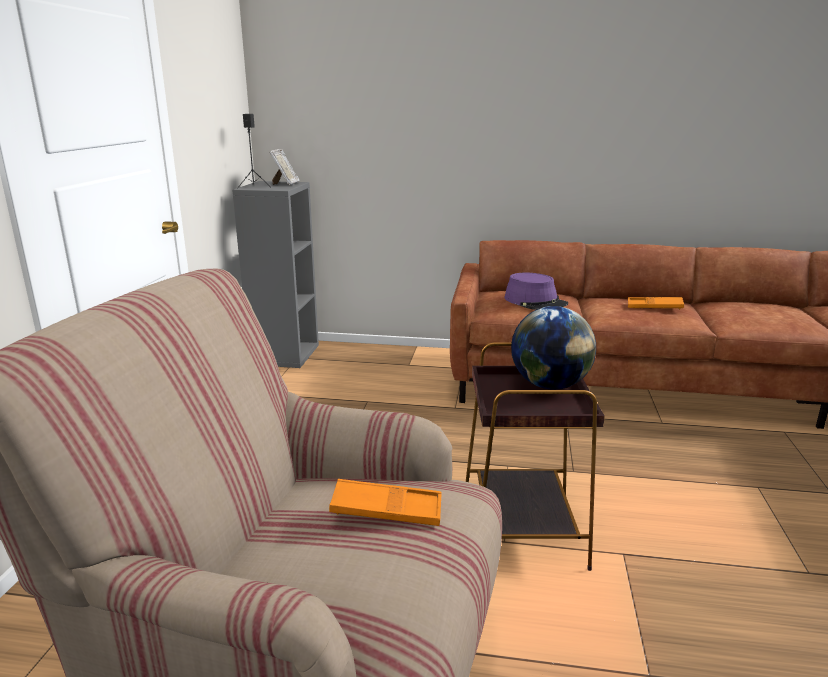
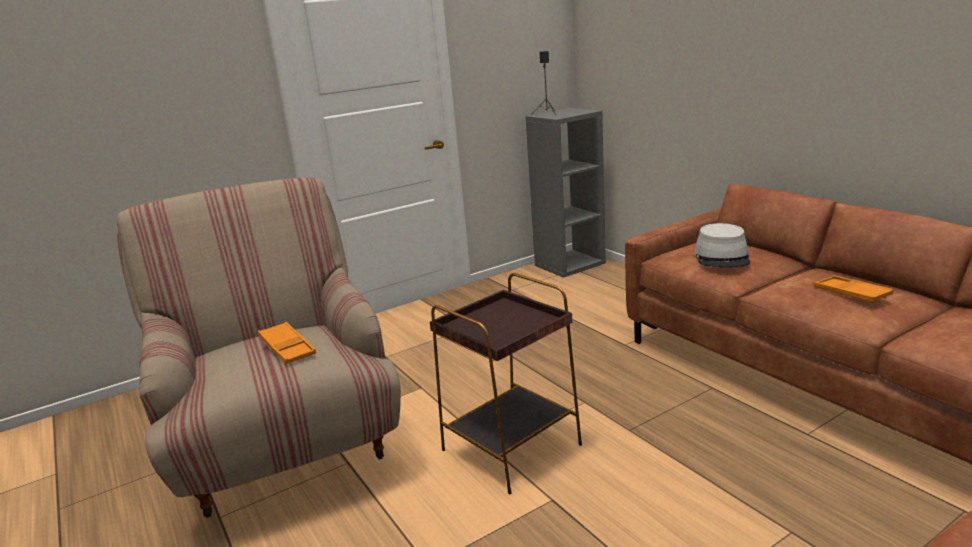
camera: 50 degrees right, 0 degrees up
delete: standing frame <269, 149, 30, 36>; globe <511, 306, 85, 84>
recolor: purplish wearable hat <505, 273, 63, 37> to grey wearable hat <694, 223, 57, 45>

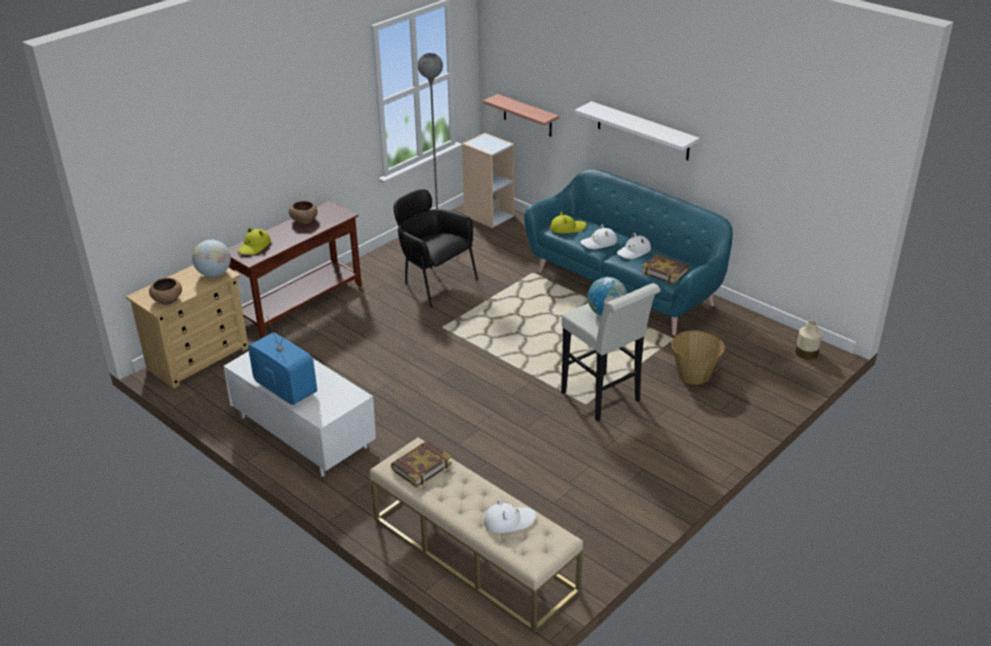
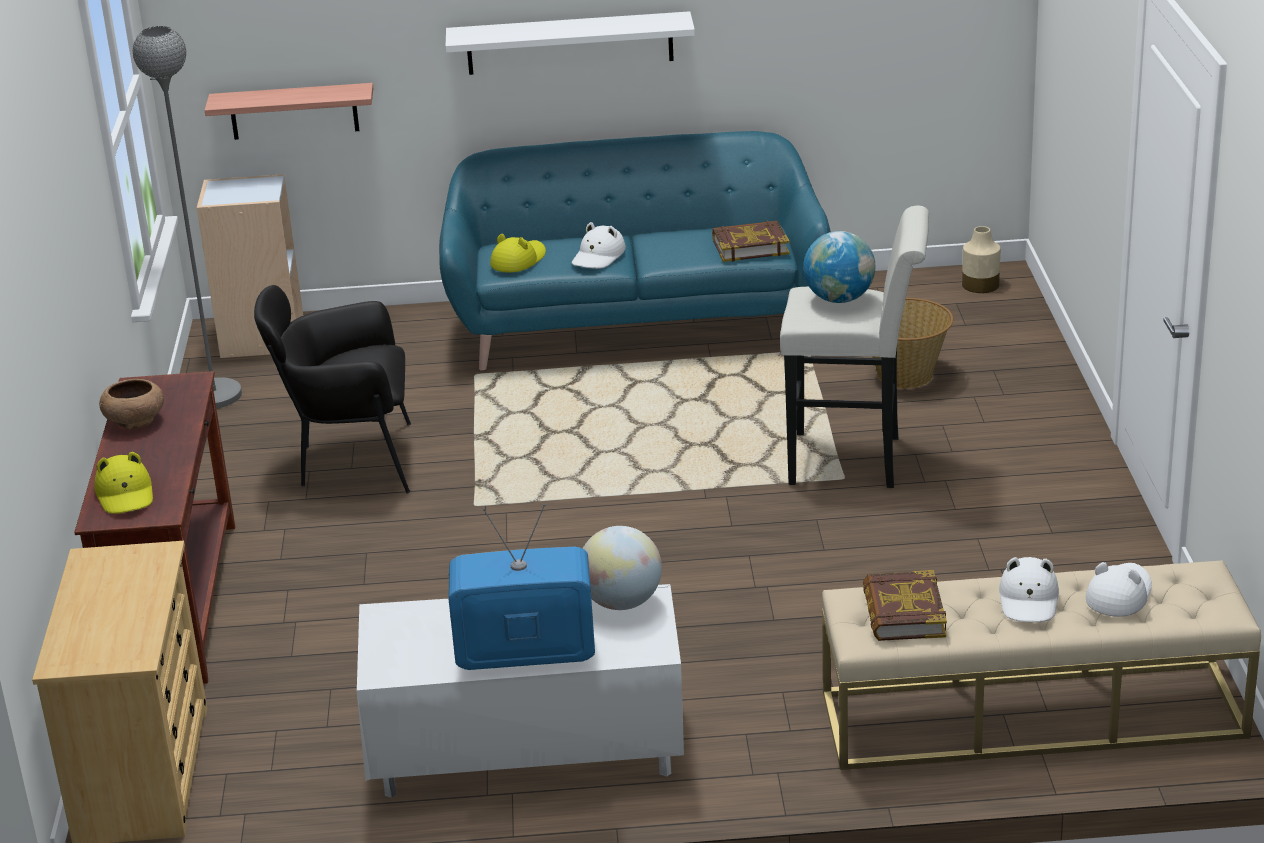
camera: 45 degrees left, 5 degrees down
delete: brown deep dish <149, 278, 33, 27>
move: globe <192, 240, 39, 37> to <583, 526, 79, 84>; white-coloured wearable hat <617, 233, 34, 26> to <999, 557, 60, 65>

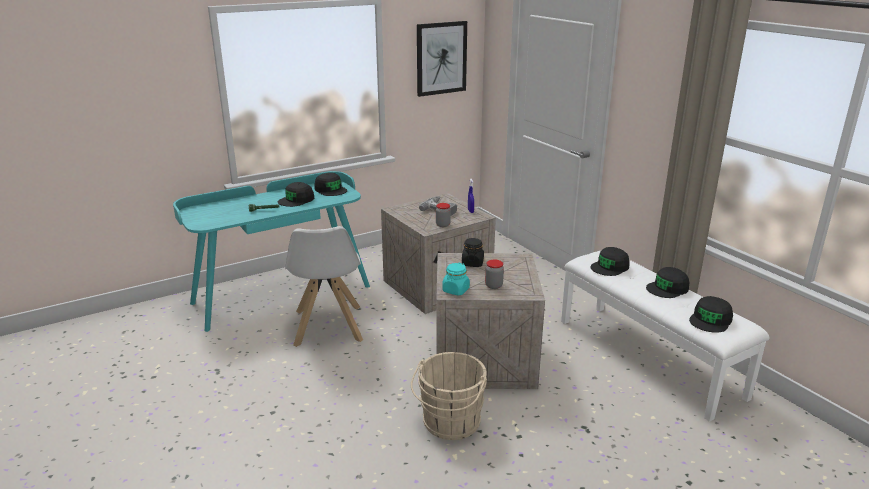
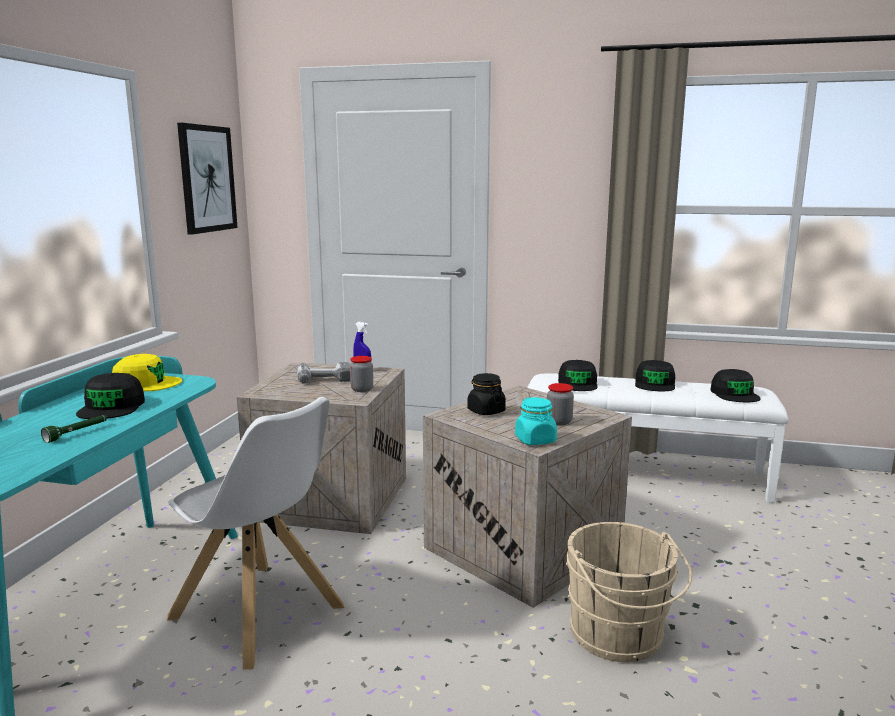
camera: 45 degrees left, 10 degrees down
recolor: black baseball cap <314, 173, 33, 23> to yellow-coloured baseball cap <112, 354, 70, 37>

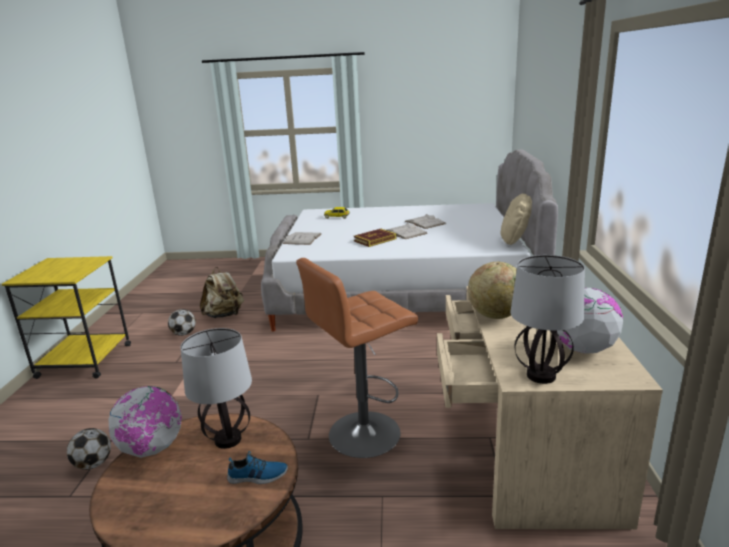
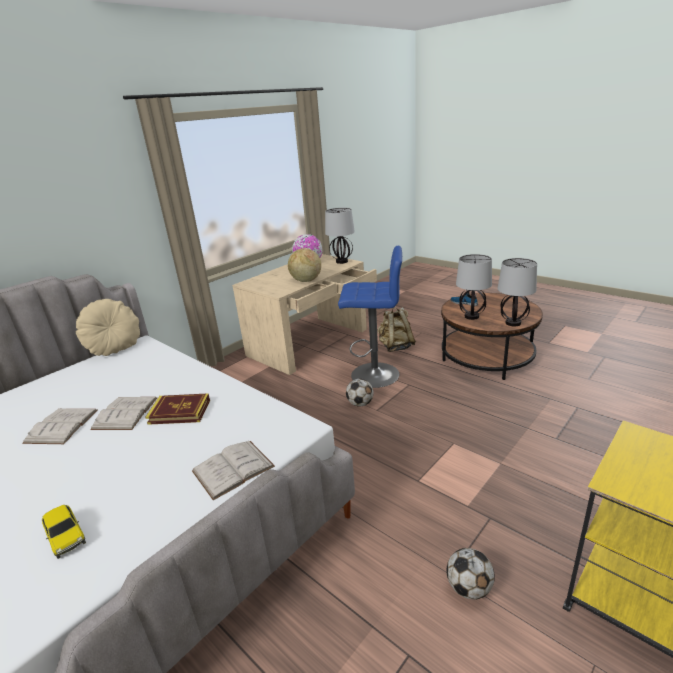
camera: 140 degrees left, 5 degrees up
move: football ball <67, 428, 44, 42> to <346, 378, 28, 29>; beige rucksack <200, 267, 44, 51> to <378, 307, 38, 45>
replace: globe <109, 386, 73, 72> to table lamp <497, 258, 40, 68>
recolor: brown stool <296, 258, 122, 200> to blue-coloured stool <338, 246, 64, 142>

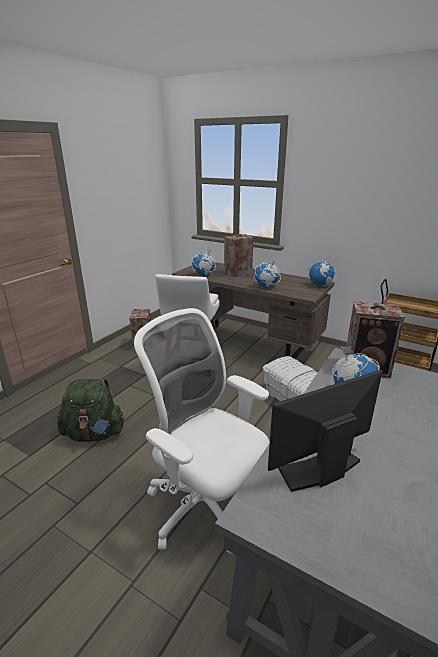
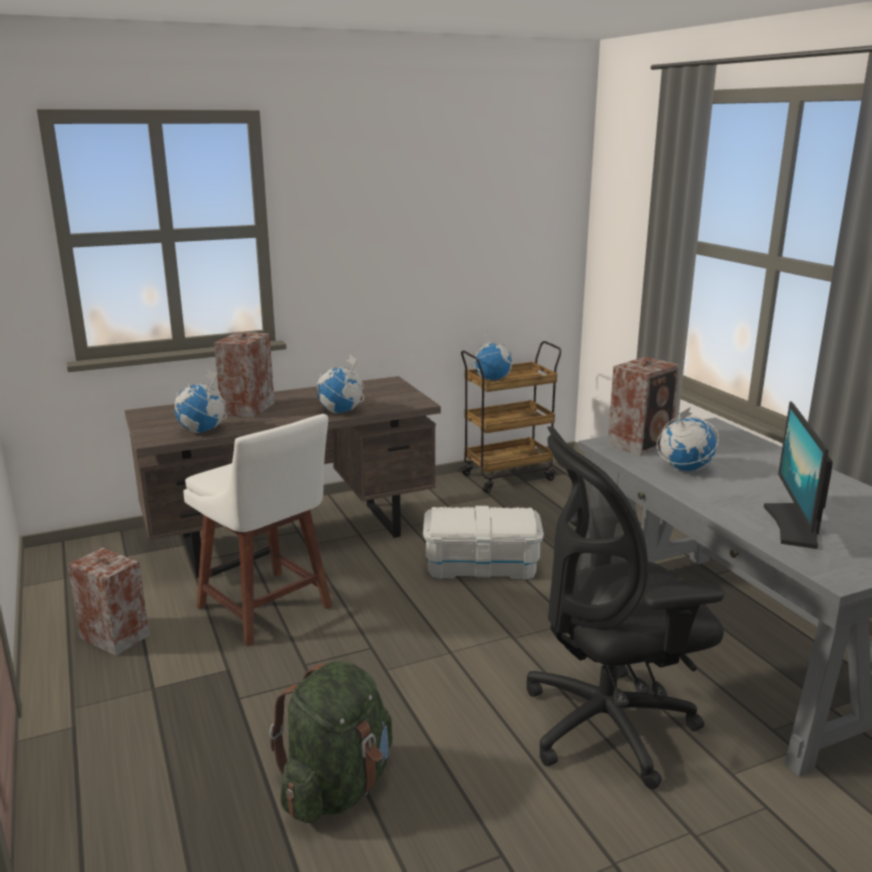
camera: 55 degrees left, 5 degrees down
move: globe <308, 253, 28, 33> to <471, 332, 41, 48>
recolor: white-coloured desk chair <134, 308, 136, 247> to black desk chair <527, 426, 197, 363>

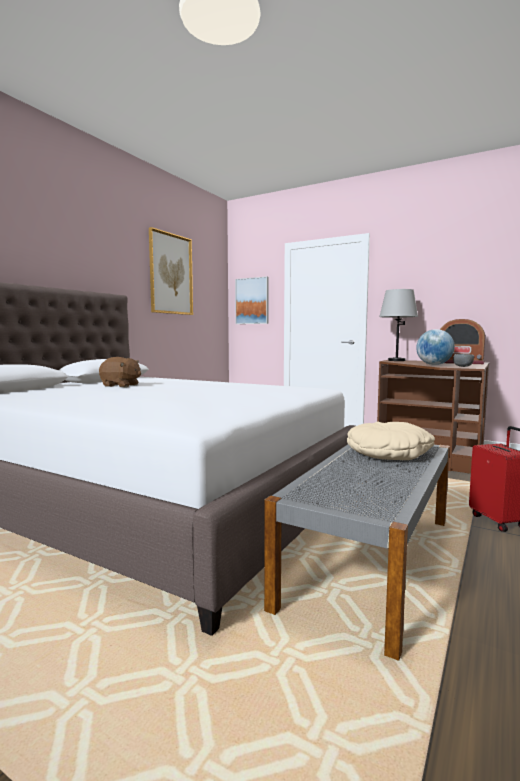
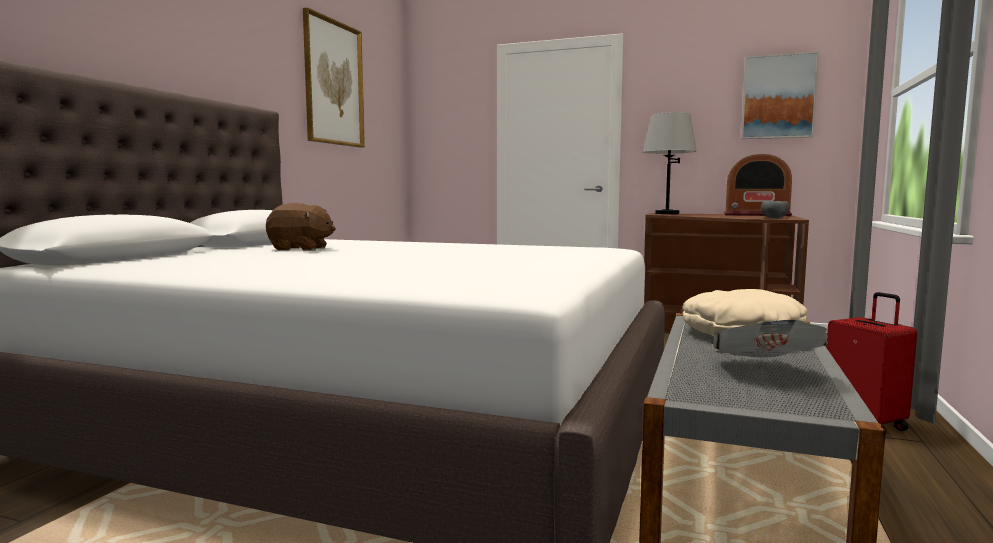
camera: 10 degrees left, 0 degrees up
delete: globe <416, 329, 39, 36>
insert: printed paper <713, 320, 115, 37>
move: wall picture <235, 277, 34, 47> to <741, 51, 78, 88>

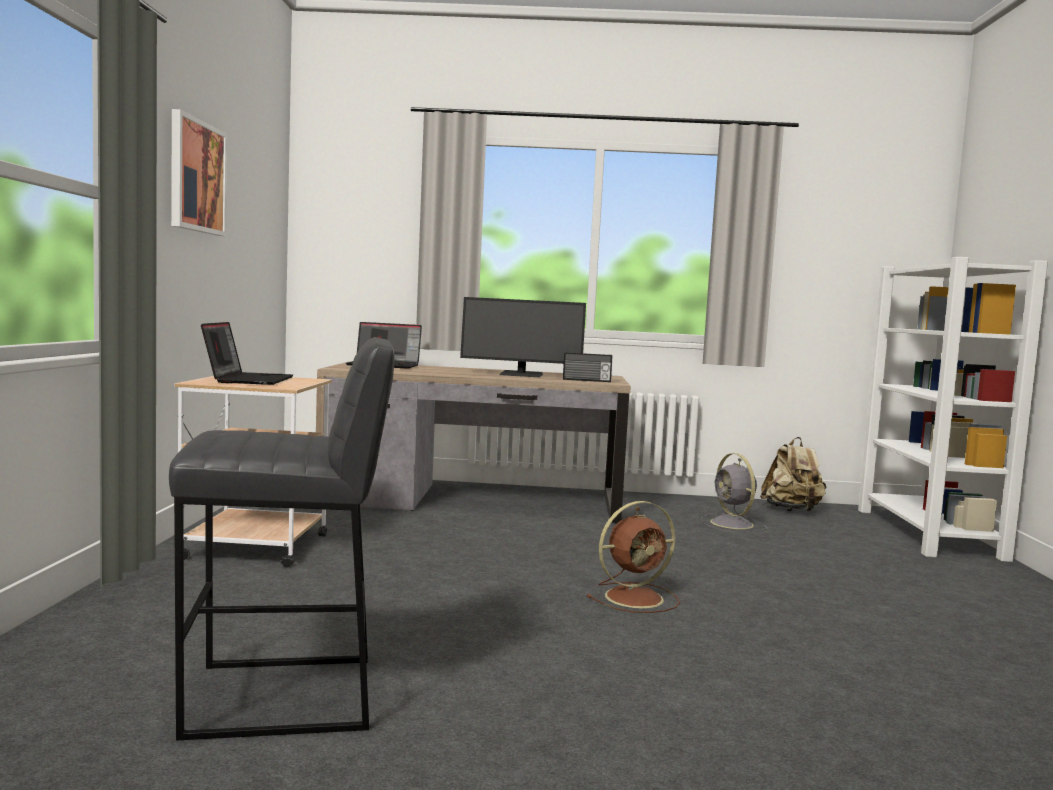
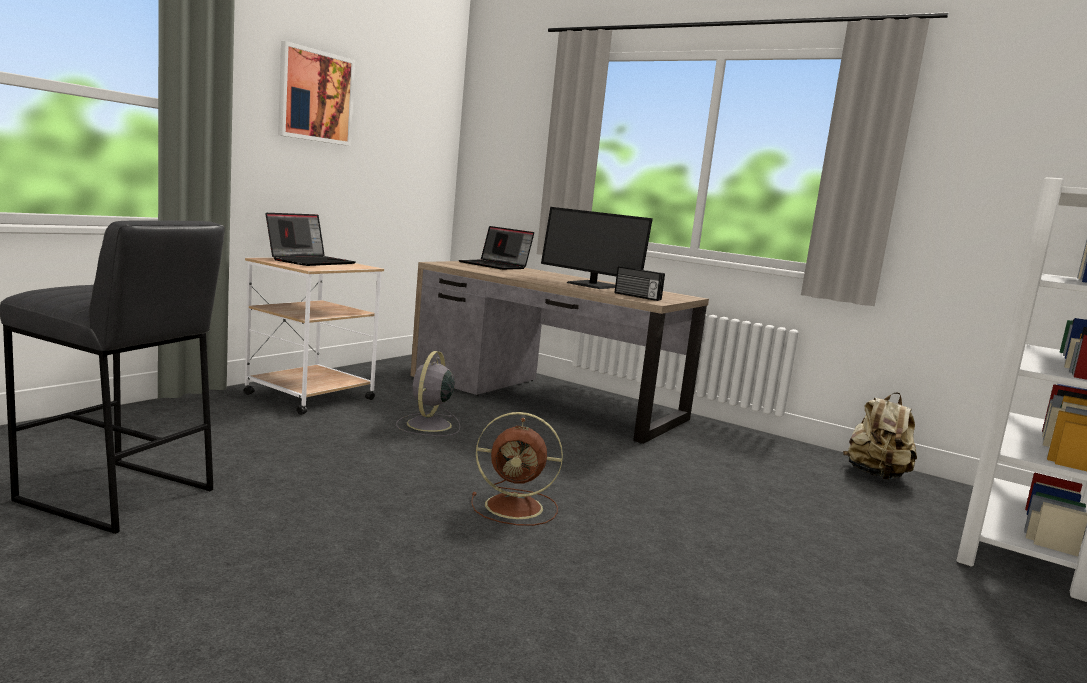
camera: 30 degrees right, 5 degrees up
move: grey electric fan <700, 453, 67, 79> to <396, 351, 64, 85>

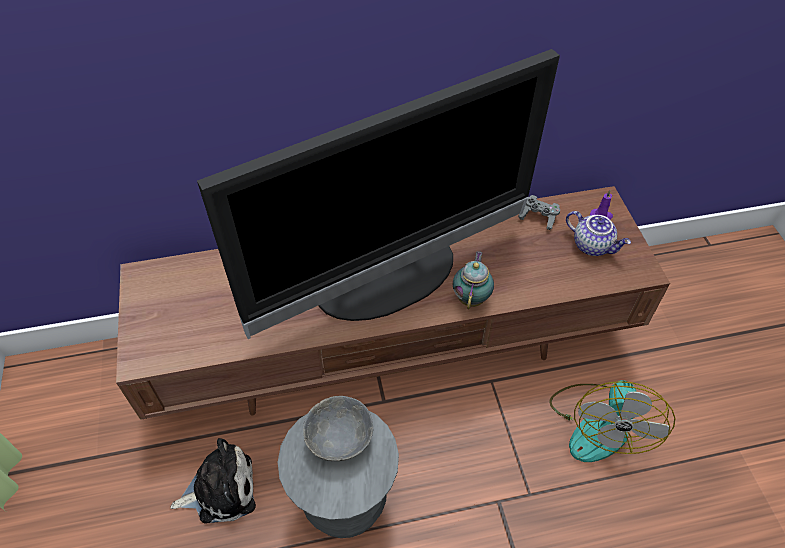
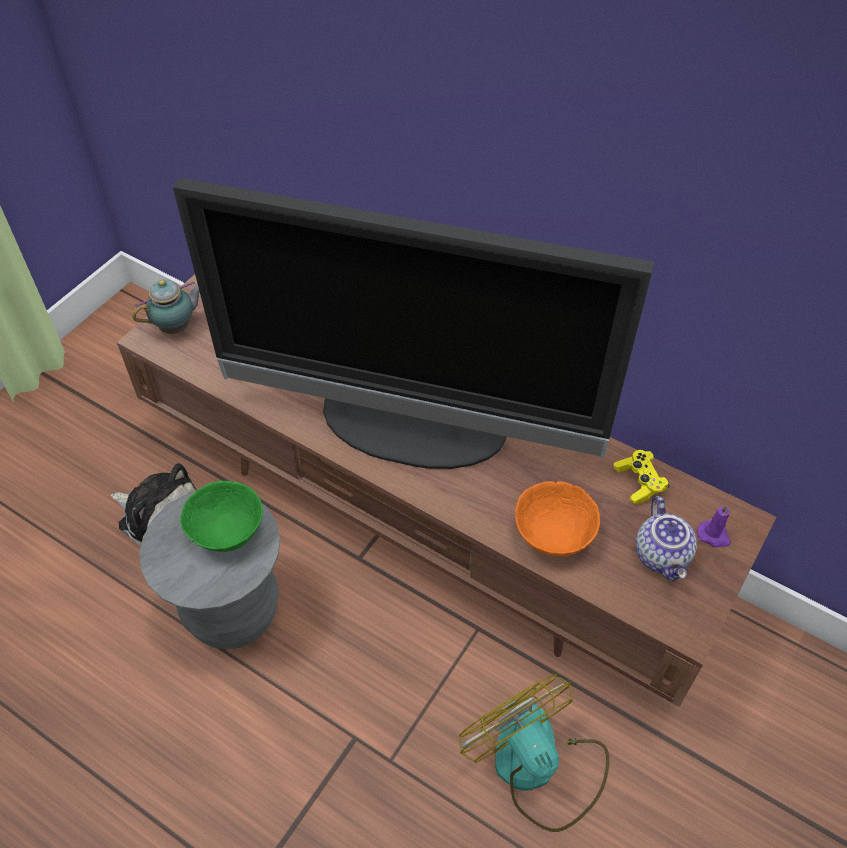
camera: 45 degrees right, 0 degrees up
insert: orangey deep dish <515, 481, 85, 75>
move: teapot <453, 251, 41, 58> to <132, 280, 68, 54>
recolor: grey deep dish <303, 396, 70, 65> to greenish deep dish <180, 481, 83, 71>; grey gamepad <518, 195, 42, 35> to yellow-coloured gamepad <613, 450, 56, 54>
rotate: electric fan <549, 380, 127, 82> = <459, 674, 150, 158> 90 degrees clockwise

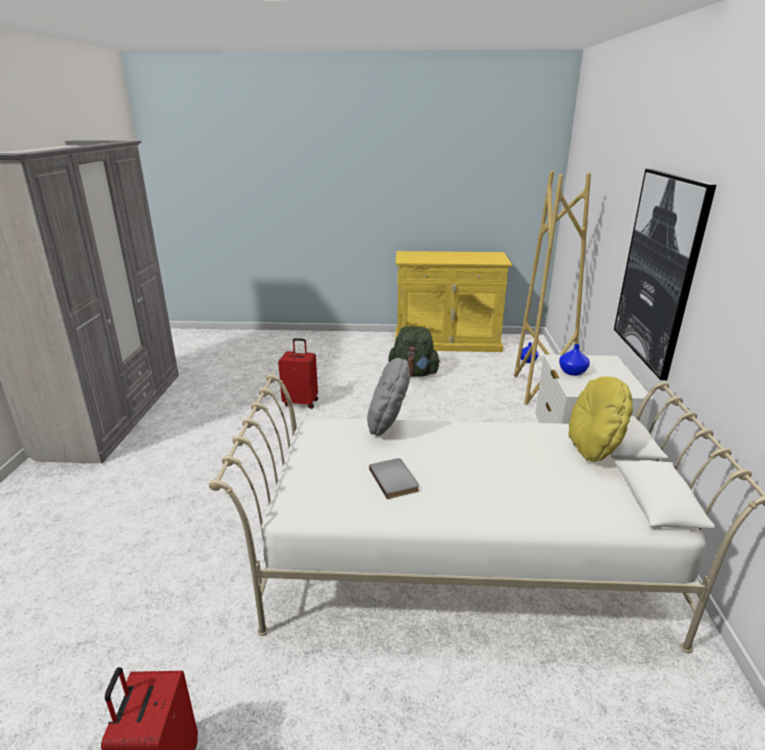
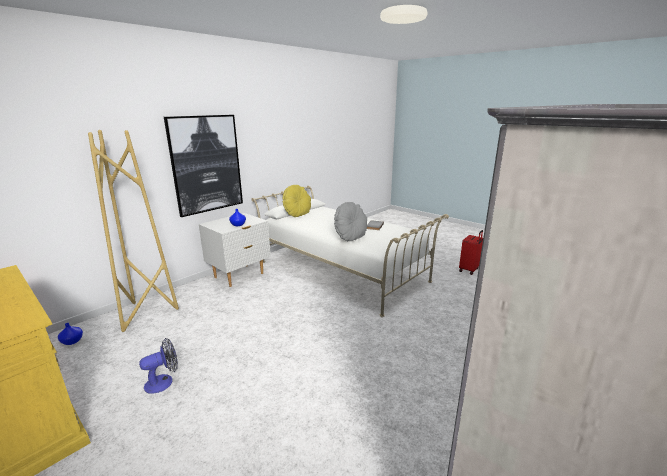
camera: 140 degrees left, 5 degrees down
delete: reddish travel case <278, 338, 40, 71>
replace: greenish rucksack <388, 326, 53, 51> to electric fan <139, 338, 39, 56>

